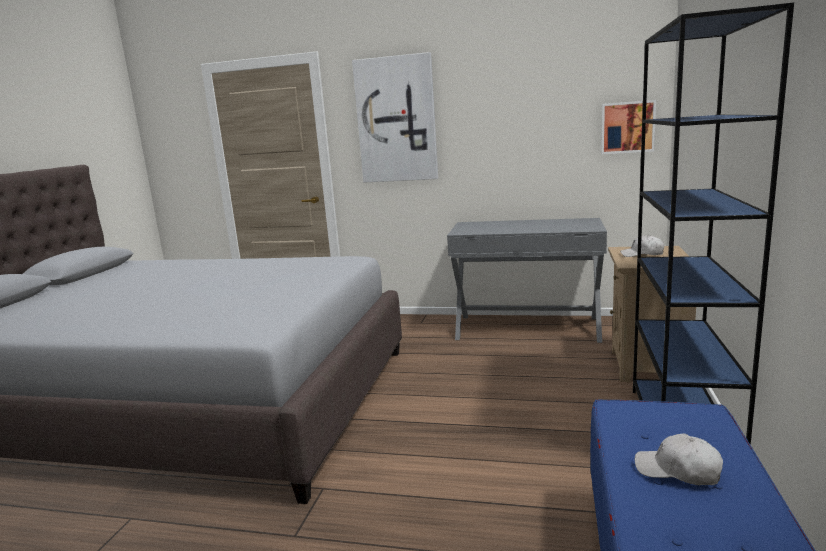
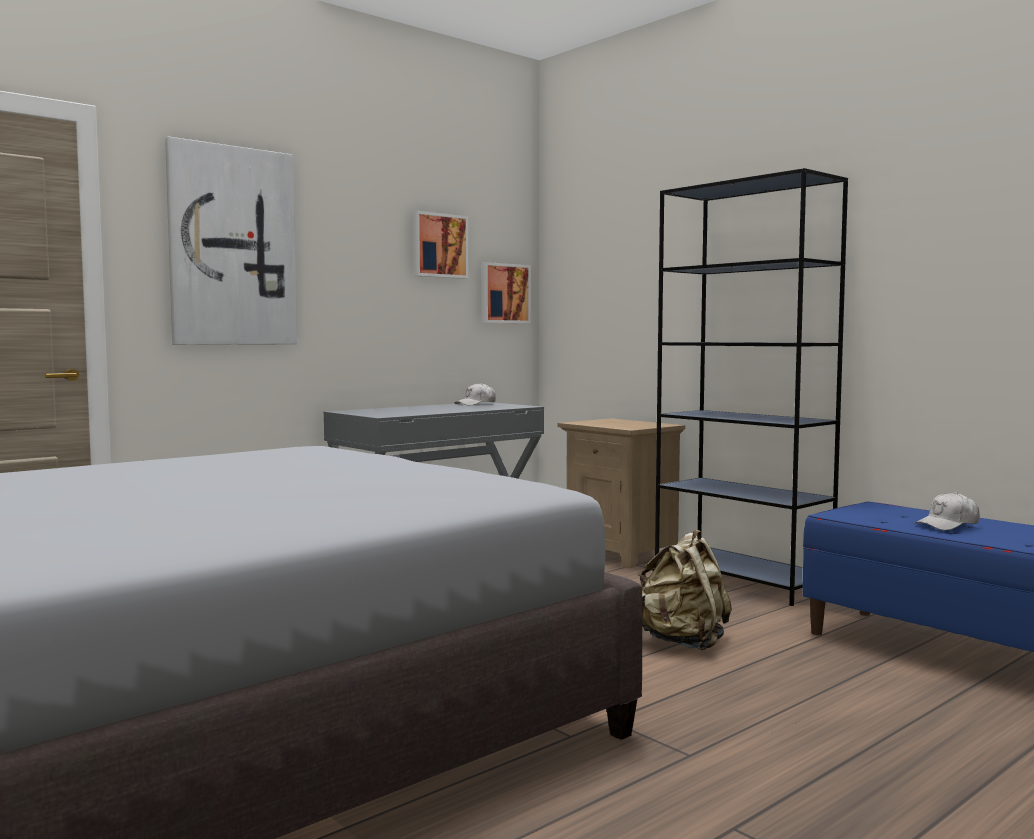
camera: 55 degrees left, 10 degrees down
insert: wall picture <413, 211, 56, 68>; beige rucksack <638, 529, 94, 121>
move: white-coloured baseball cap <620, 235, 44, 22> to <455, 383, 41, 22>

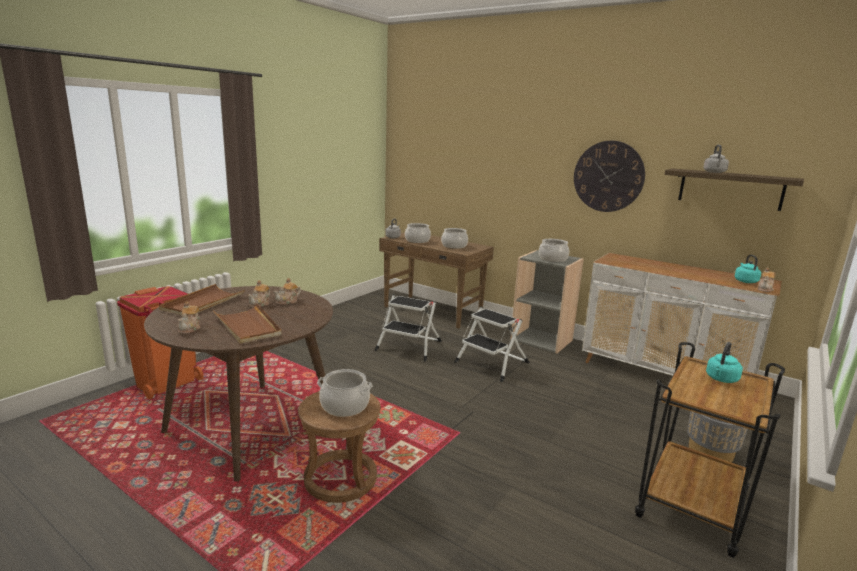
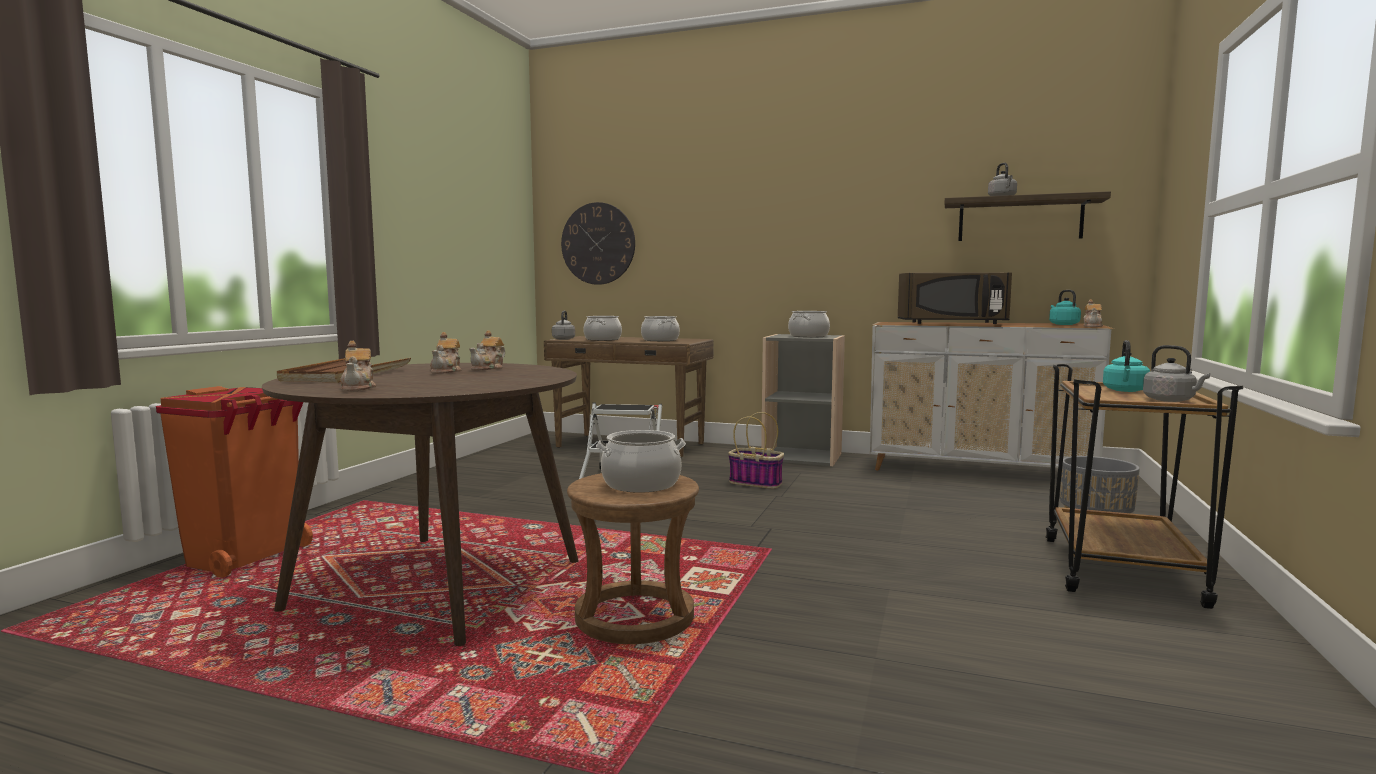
camera: 15 degrees left, 10 degrees down
delete: brown carrying tray <213, 303, 69, 41>
insert: brown kitchen microwave <898, 272, 114, 52>; grey water kettle <1143, 345, 67, 57>
move: clock on the wall <574, 141, 71, 71> to <561, 202, 74, 83>
replace: step ladder <454, 306, 76, 76> to household basket <728, 412, 56, 77>

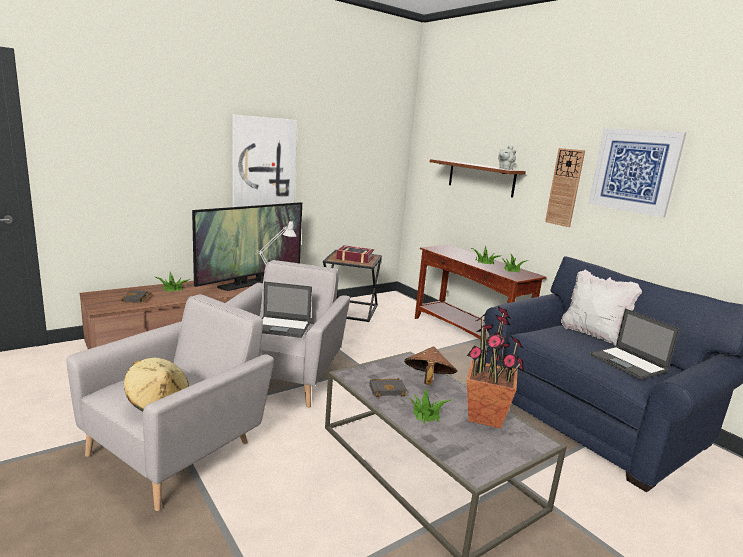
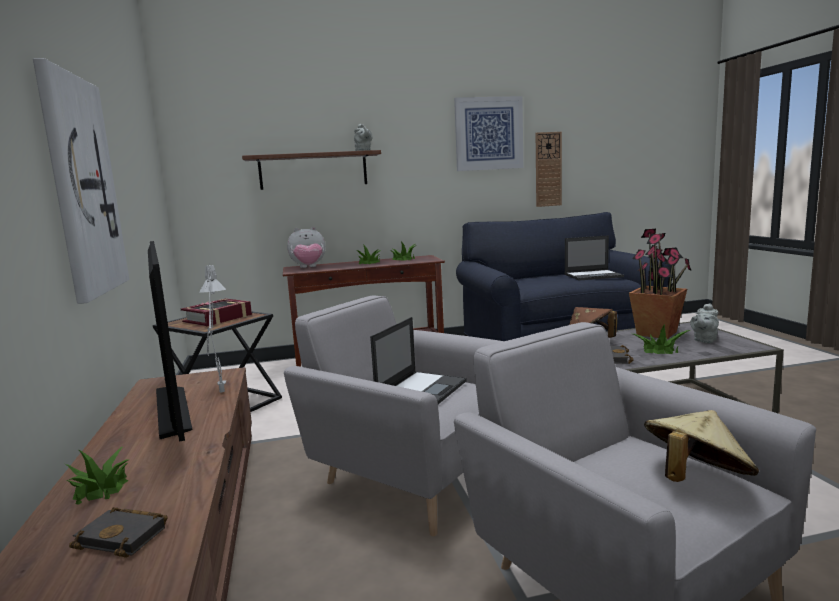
camera: 65 degrees left, 5 degrees down
delete: white-coloured throw pillow <561, 270, 81, 76>
insert: plush toy <287, 227, 38, 41>; grey teapot <690, 303, 29, 40>
move: clock on the wall <545, 148, 40, 79> to <536, 132, 26, 75>

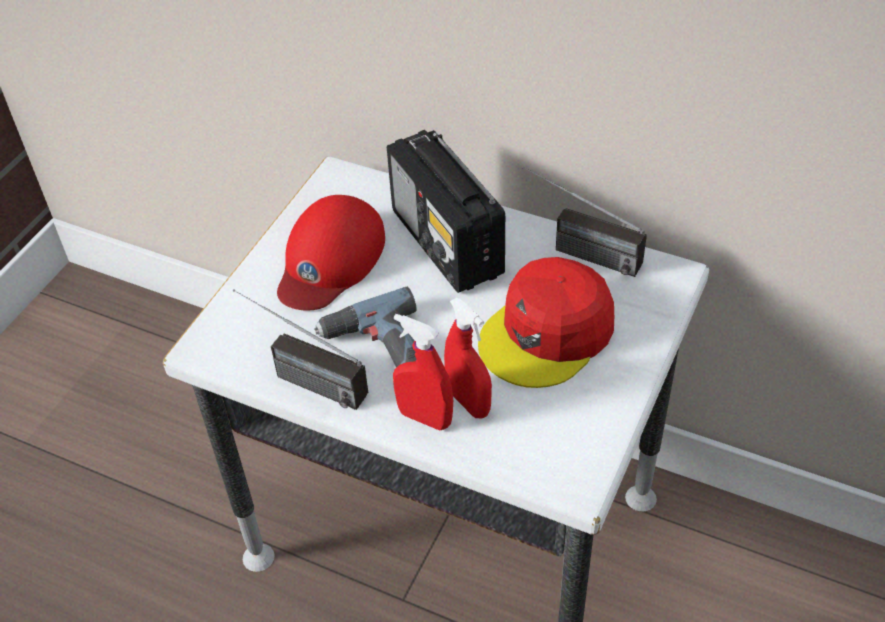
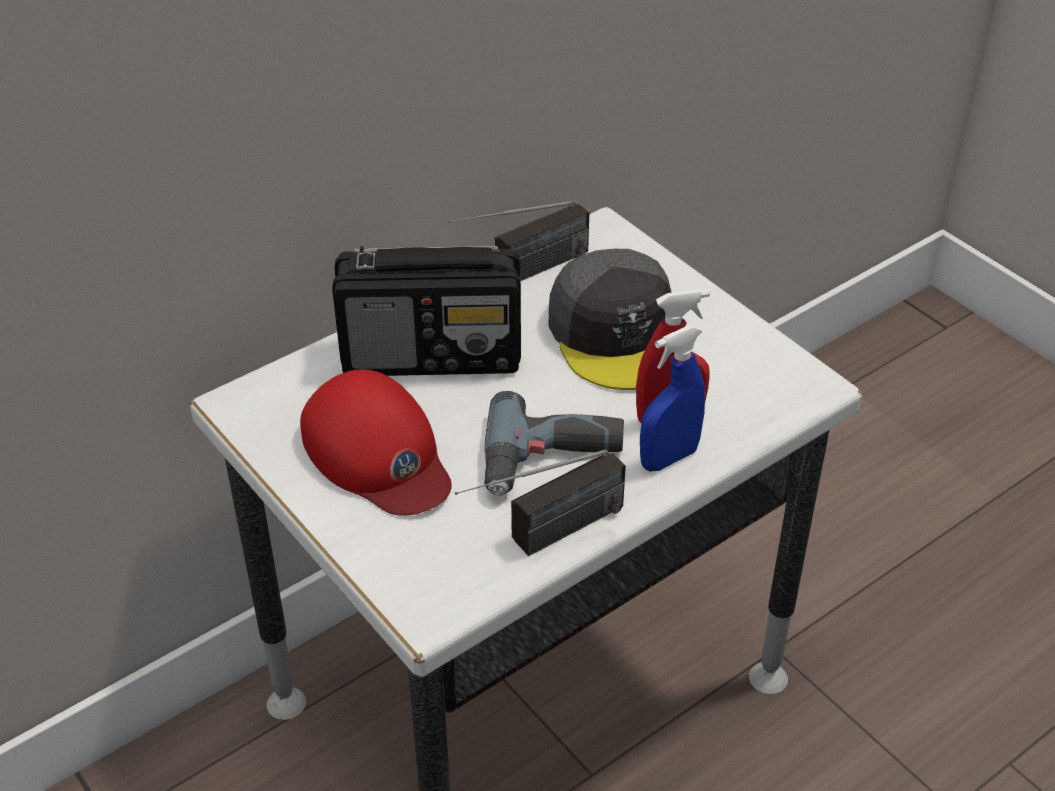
camera: 65 degrees left, 5 degrees down
recolor: reddish hand sprayer <393, 314, 60, 117> to blue-coloured hand sprayer <640, 325, 65, 146>; reddish baseball cap <478, 257, 136, 131> to grey baseball cap <549, 248, 123, 142>

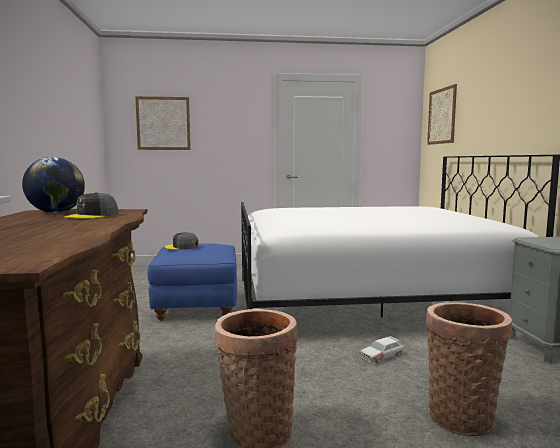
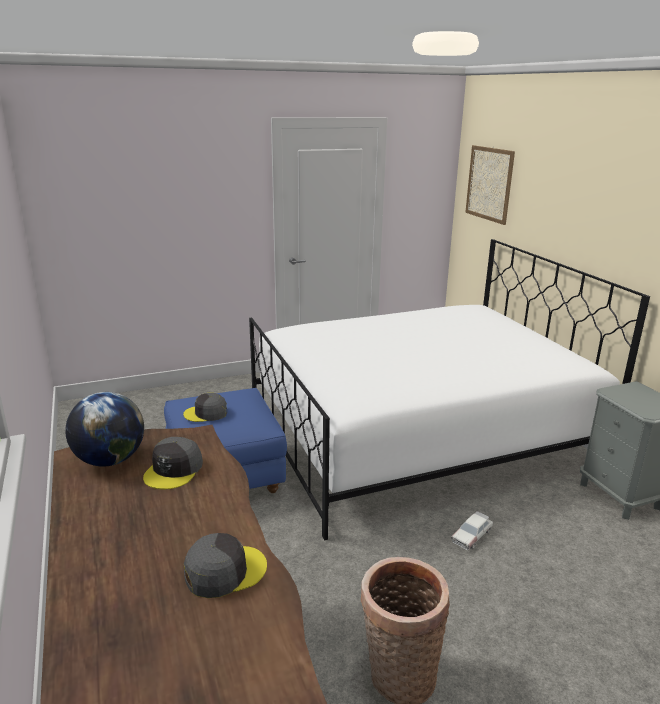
camera: 15 degrees left, 15 degrees up
delete: wall picture <135, 96, 56, 54>; household basket <426, 302, 86, 134>
insert: grey baseball cap <184, 533, 83, 65>

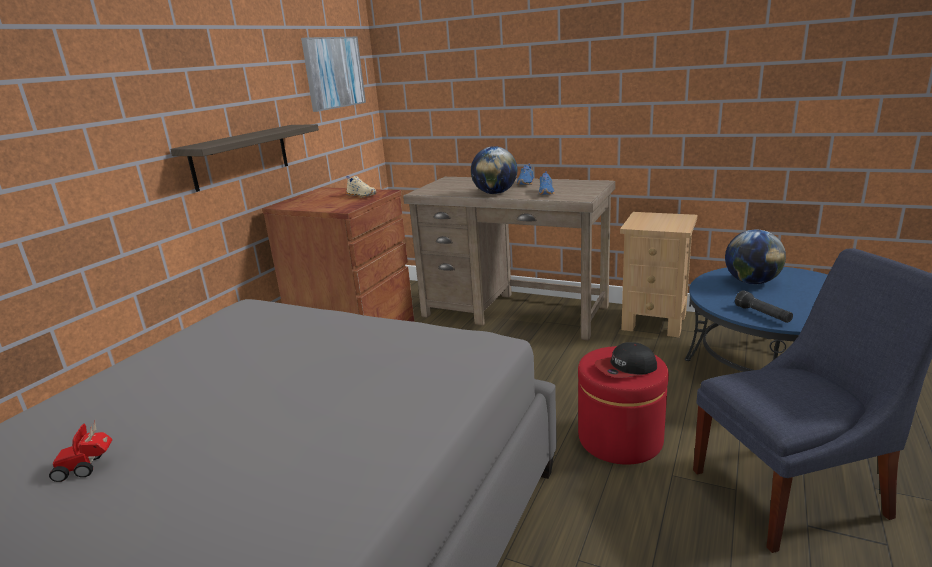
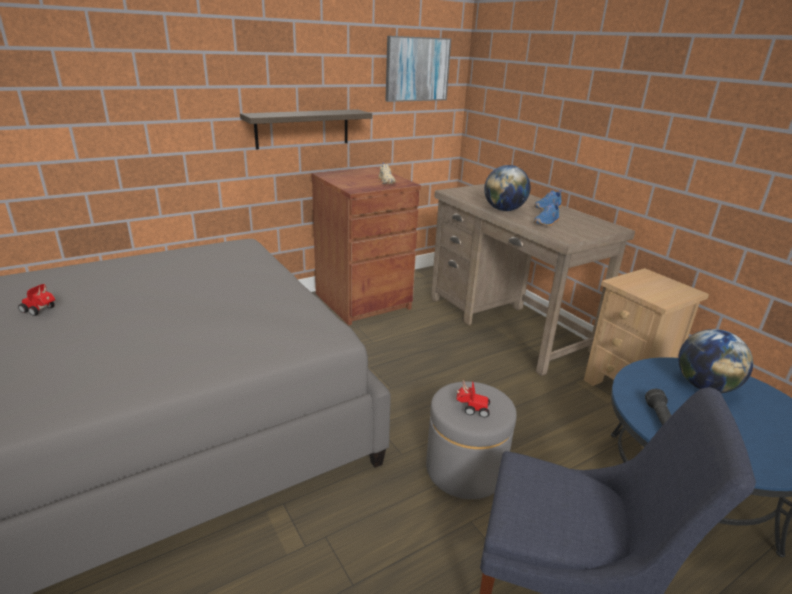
camera: 30 degrees right, 5 degrees up
replace: baseball cap <595, 342, 62, 36> to toy car <456, 380, 34, 37>
recolor: reddish ottoman <578, 346, 91, 119> to grey ottoman <426, 381, 91, 118>

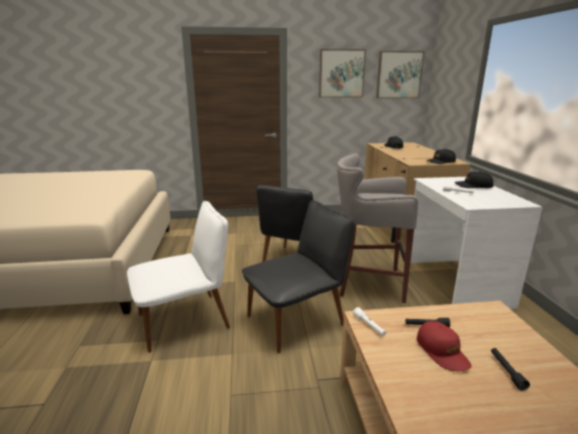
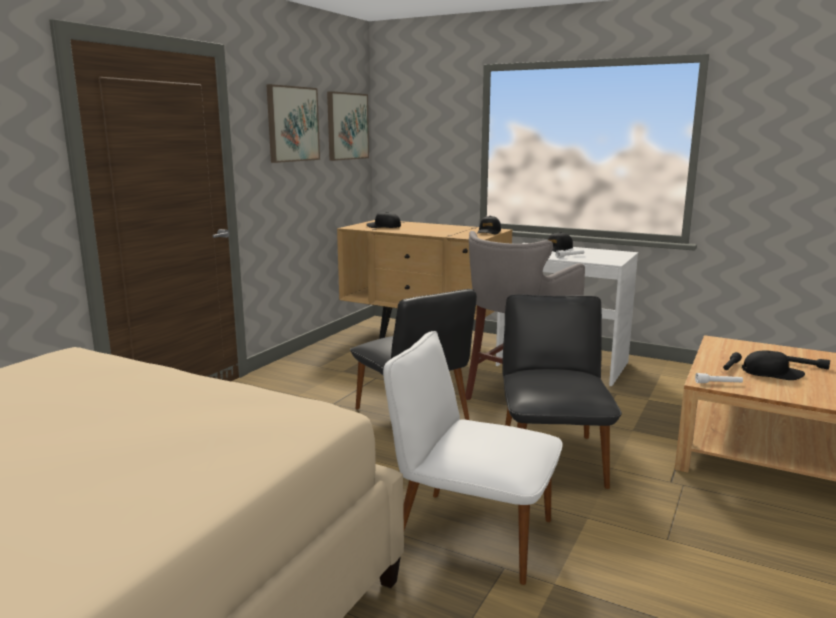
camera: 55 degrees left, 5 degrees down
recolor: reddish baseball cap <417, 321, 55, 50> to black baseball cap <742, 351, 63, 29>
rotate: white-coloured upright chair <127, 201, 103, 152> = <383, 331, 180, 254> 75 degrees counterclockwise

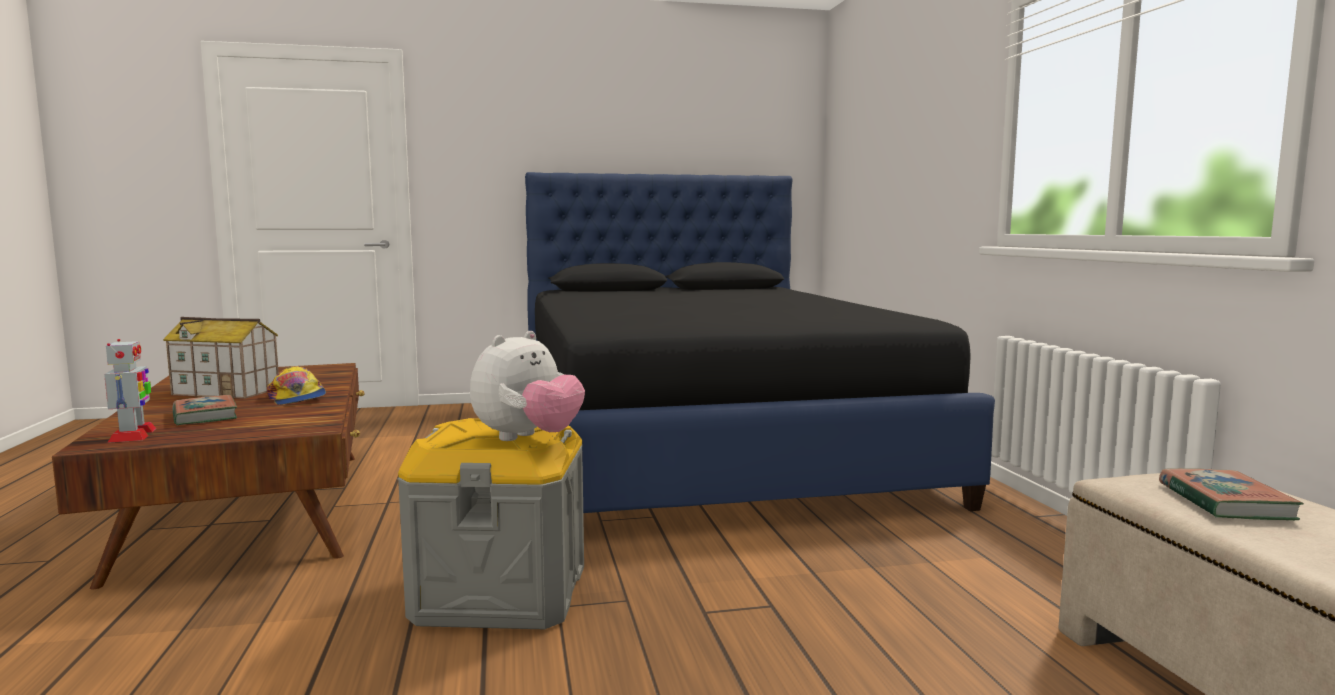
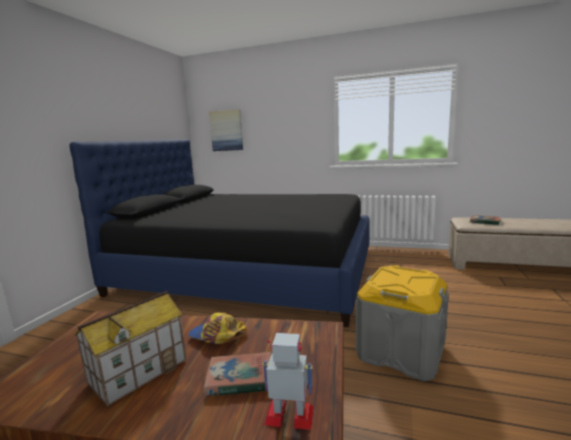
camera: 60 degrees left, 5 degrees up
delete: plush toy <470, 331, 115, 110>
insert: wall picture <209, 109, 34, 42>
rotate: baseball cap <267, 366, 59, 39> = <188, 313, 59, 31> 150 degrees counterclockwise

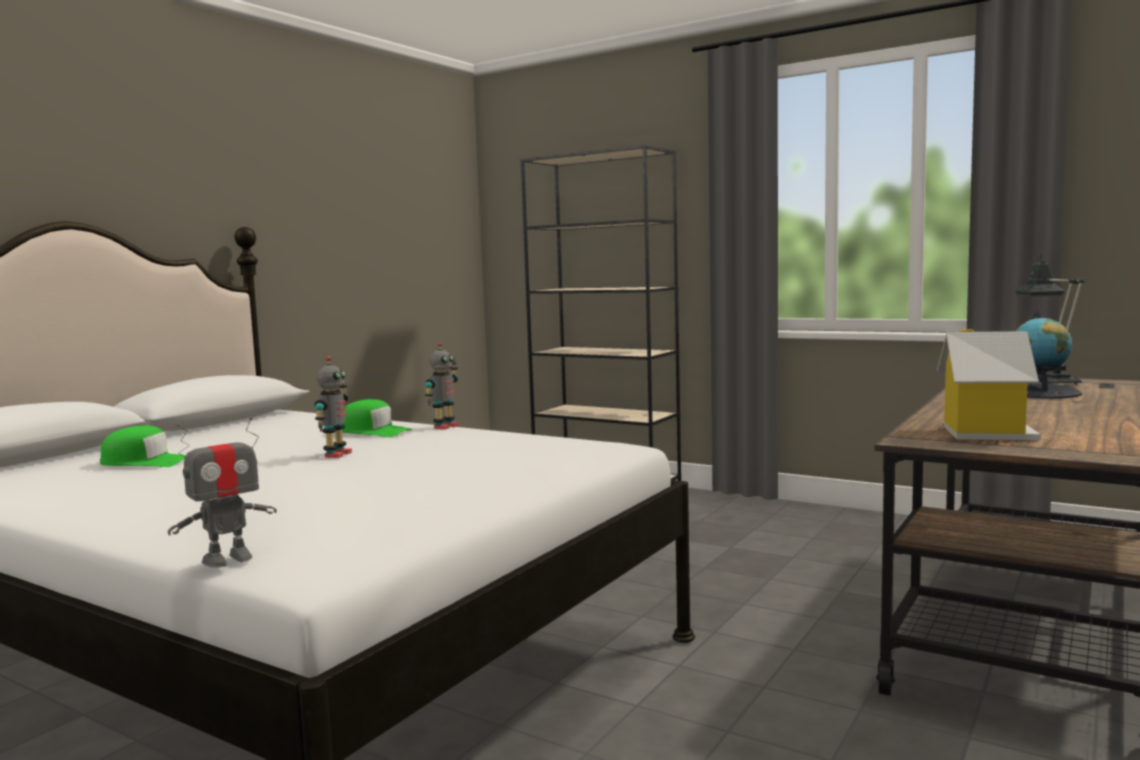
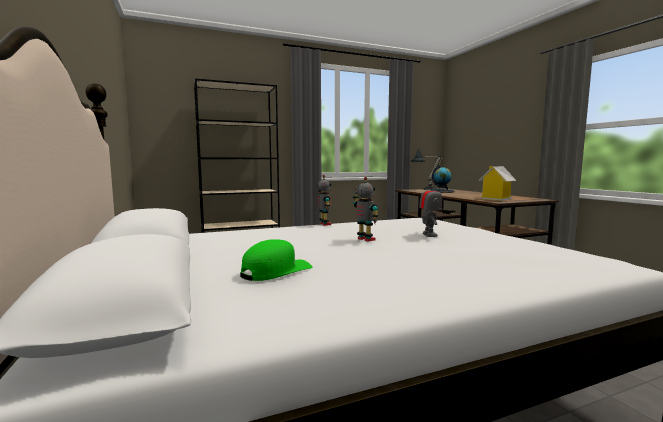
camera: 55 degrees left, 0 degrees up
delete: greenish baseball cap <342, 399, 71, 38>
move: robot figure <167, 417, 110, 151> to <419, 181, 23, 56>

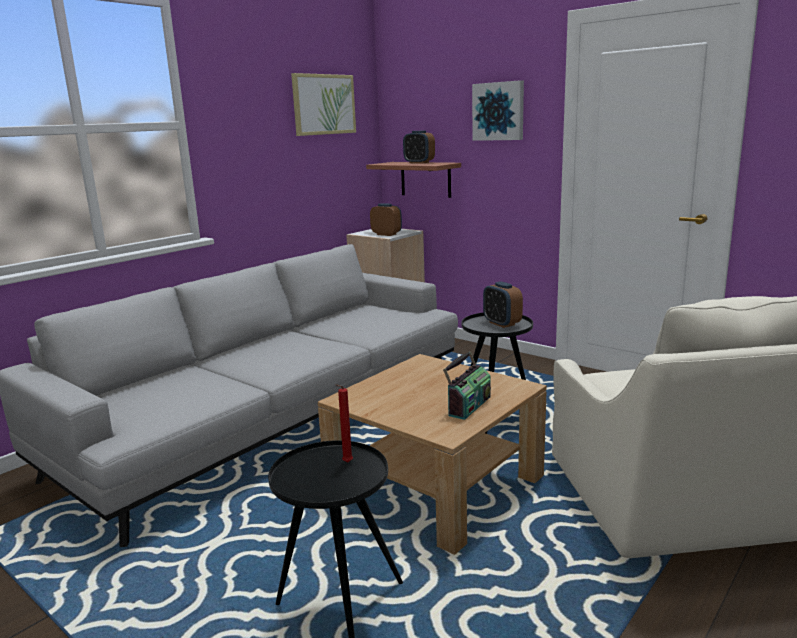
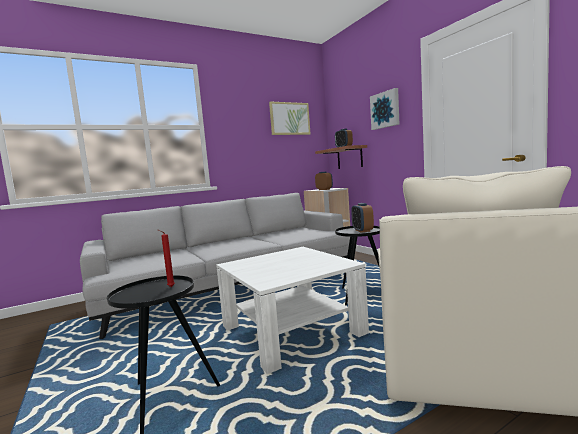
camera: 20 degrees right, 10 degrees down
delete: radio set <443, 351, 48, 69>
recolor: brown coffee table <318, 354, 229, 201> to white-coloured coffee table <216, 247, 153, 127>

